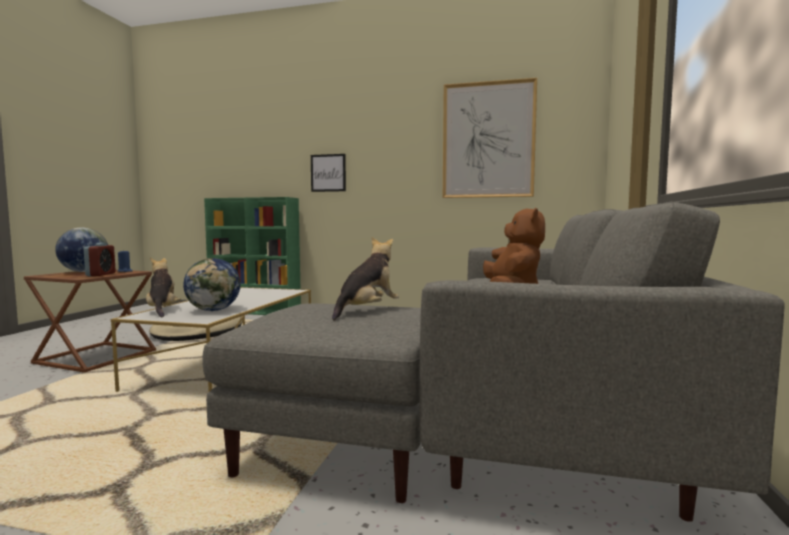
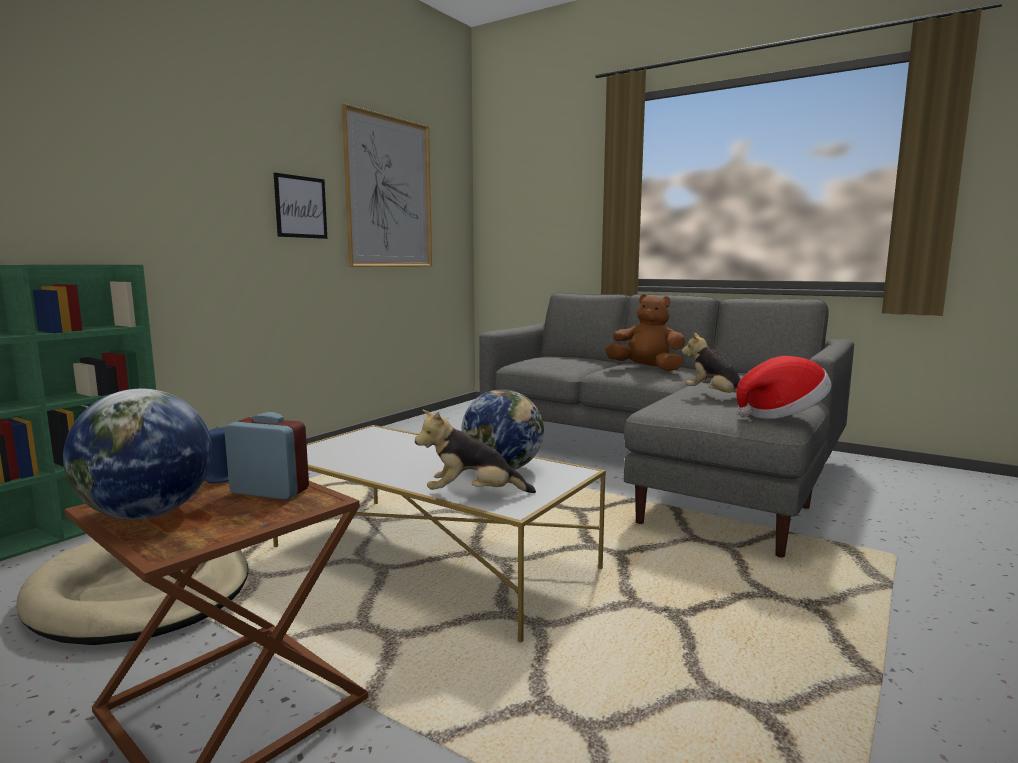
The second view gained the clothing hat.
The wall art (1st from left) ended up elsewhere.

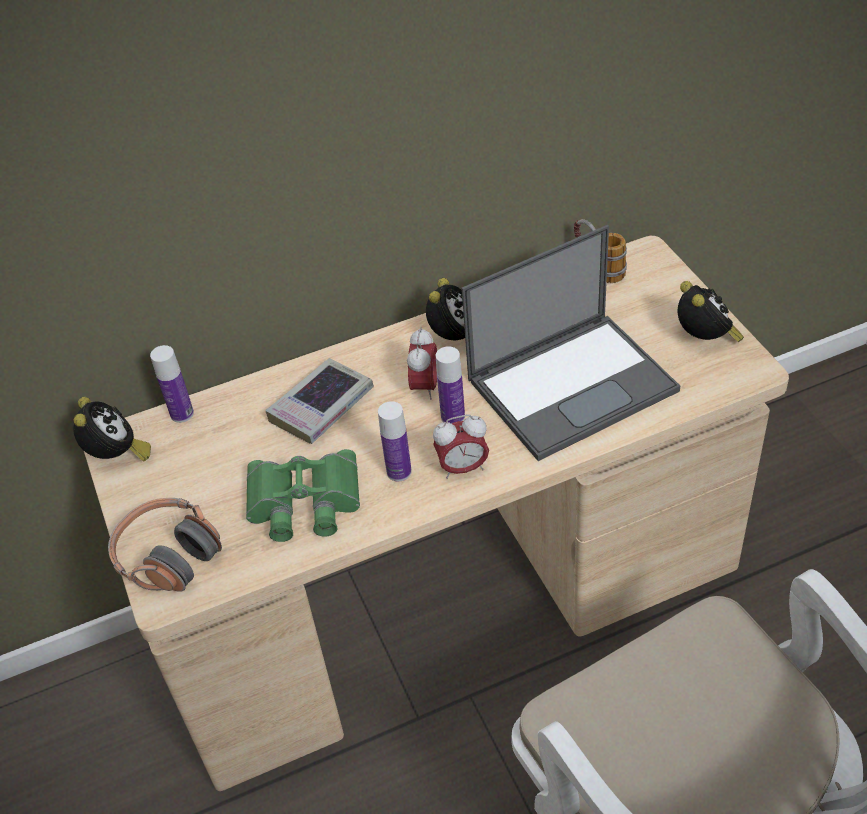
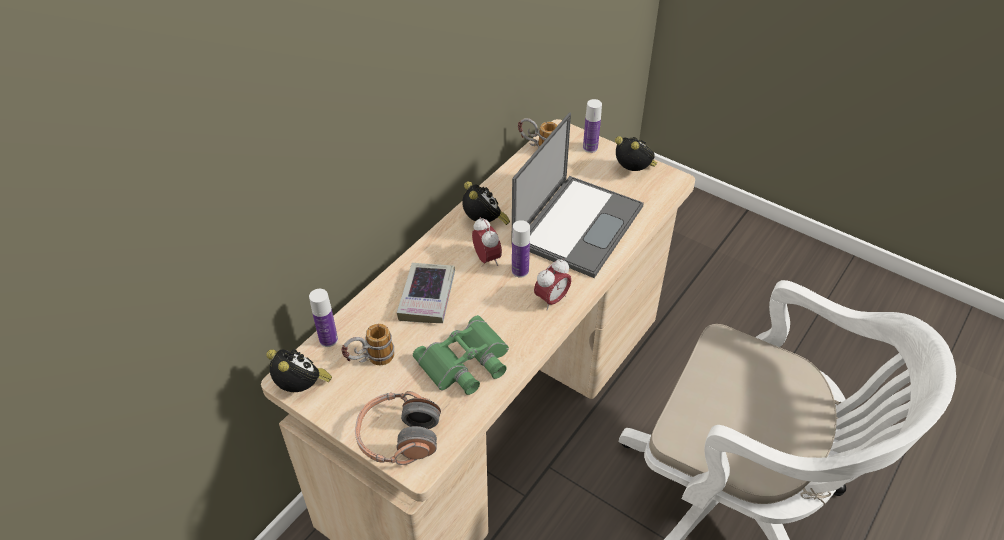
The second view gained the coffee mug (1st from left).
The drink bottle (2nd from left in the first image) ended up elsewhere.

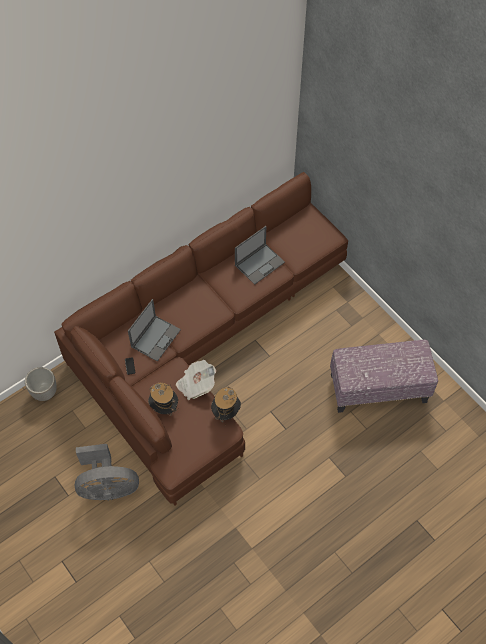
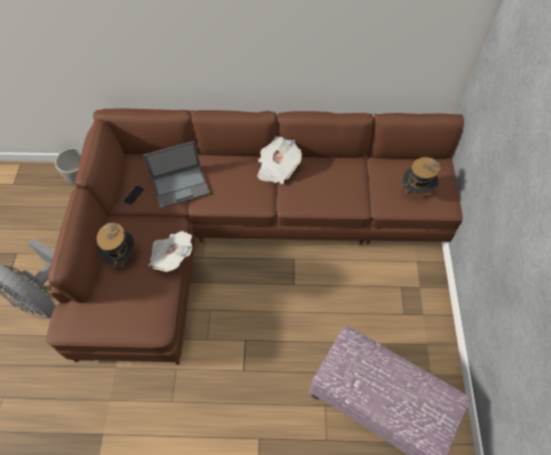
The second view lost the notebook computer (2nd from left).
The second view gained the newspaper (2nd from left).
The clothing hat (2nd from left) ended up elsewhere.

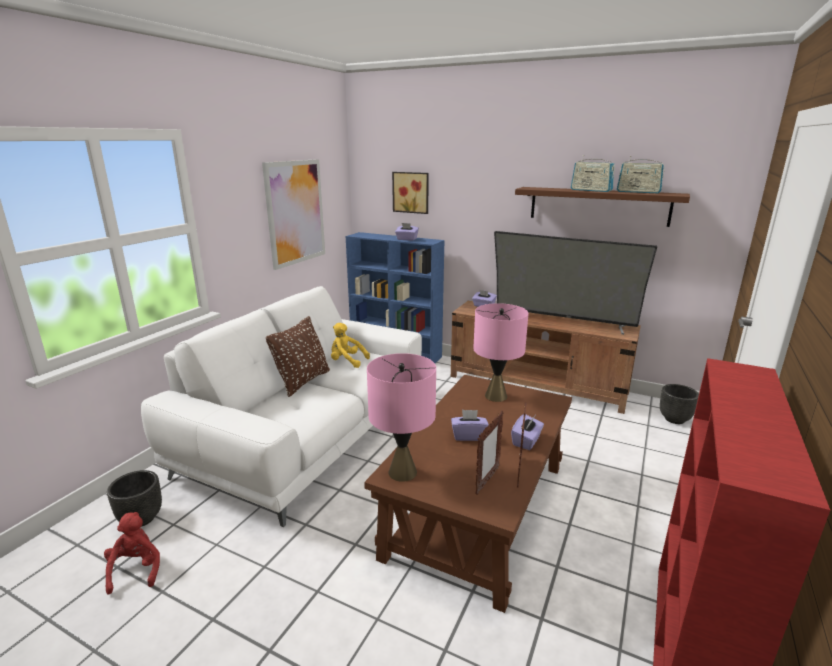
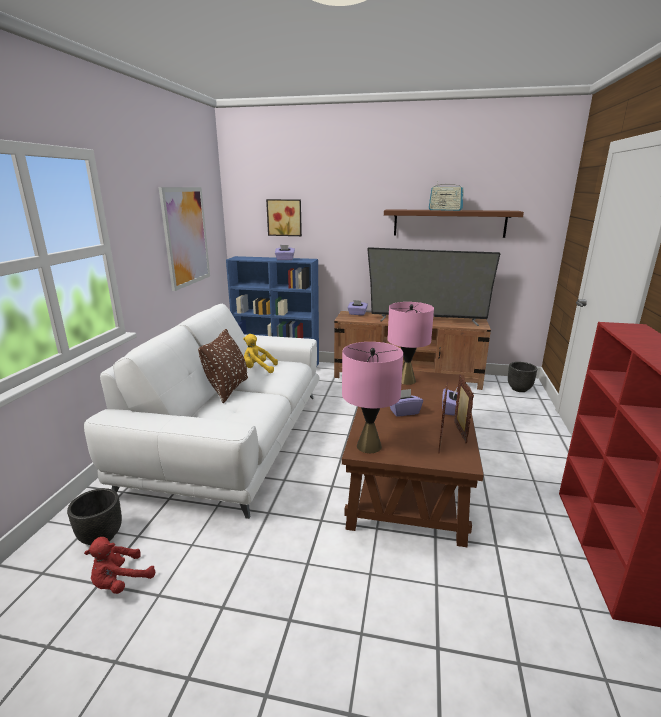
The second view lost the radio (2nd from left).
The cuddly toy in red-coloured ended up facing another way, 105 degrees counterclockwise from before.

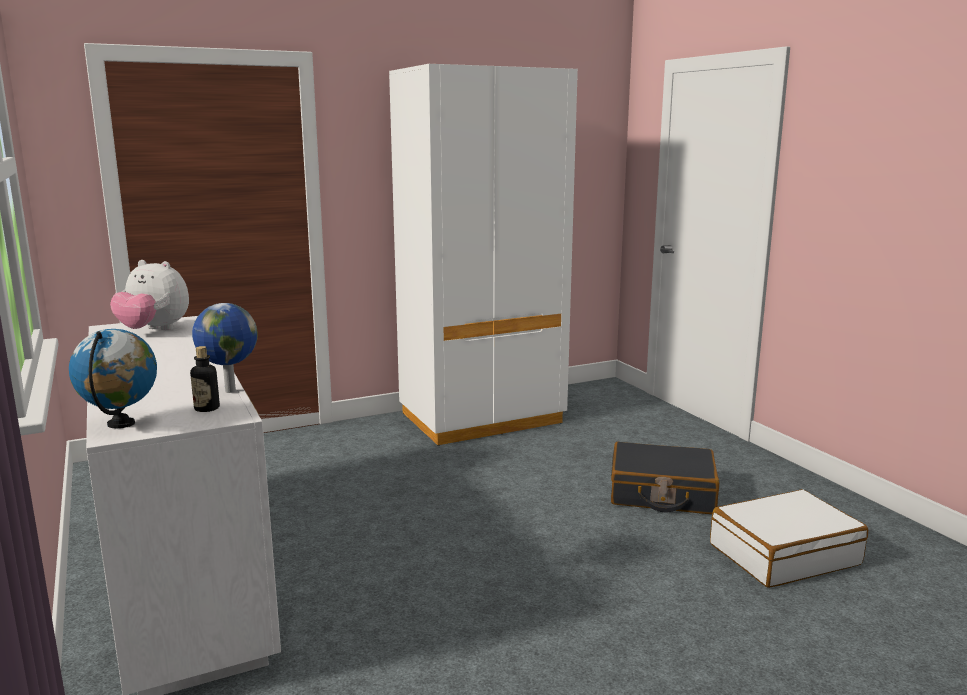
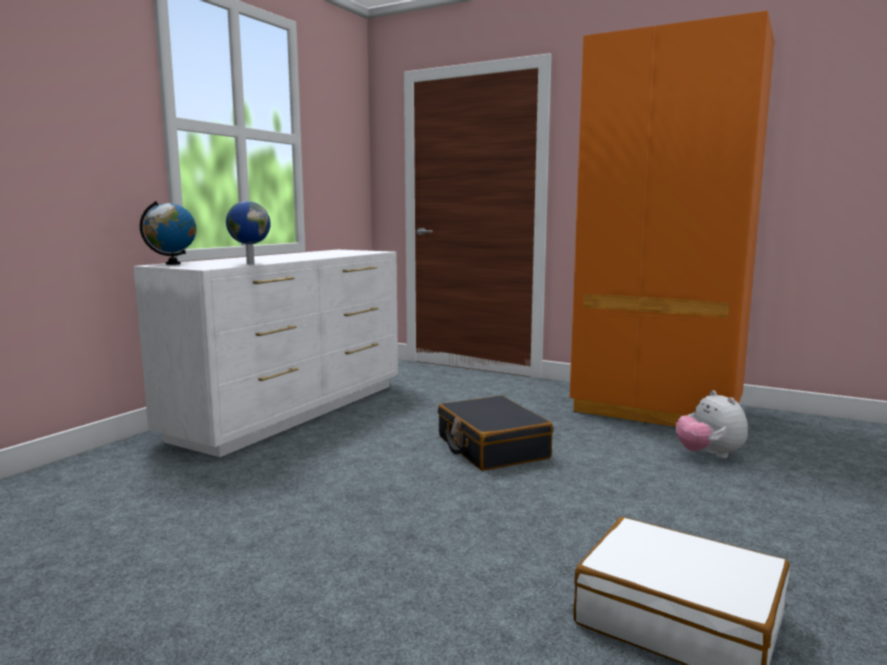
The second view lost the drink bottle.
The cuddly toy ended up elsewhere.
The piece of luggage in black ended up elsewhere.
What was the armoire in white-coloured turned into the armoire in orangey.

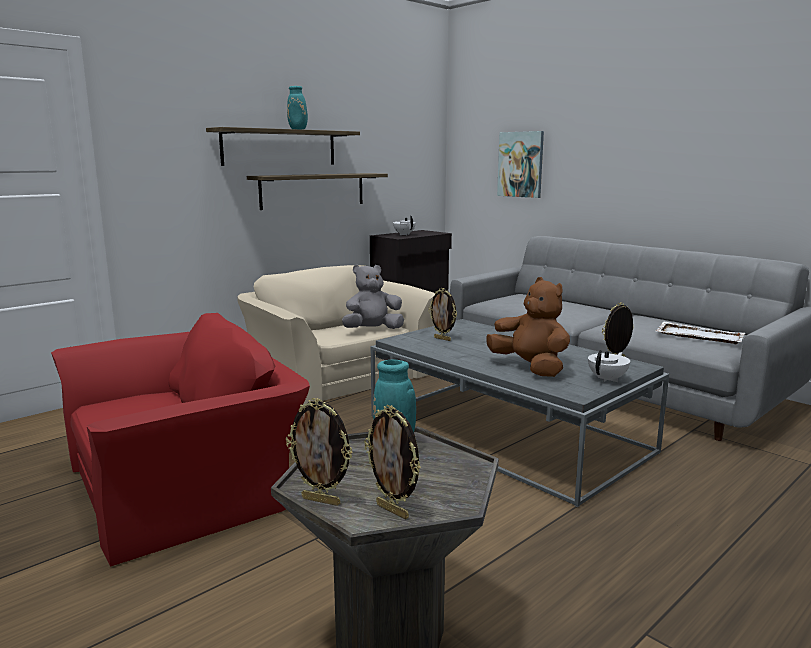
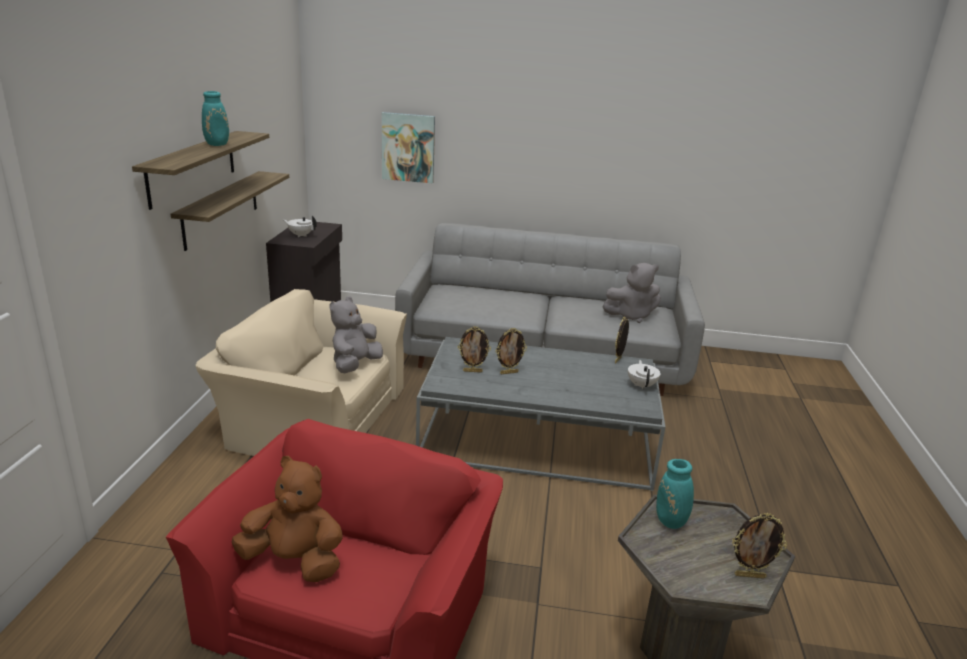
The photo frame (1st from left in the first image) ended up elsewhere.
The cuddly toy in brownish ended up elsewhere.
Where the carrying tray in white-coloured stood, the cuddly toy in gray (2nd from left) came to stand.

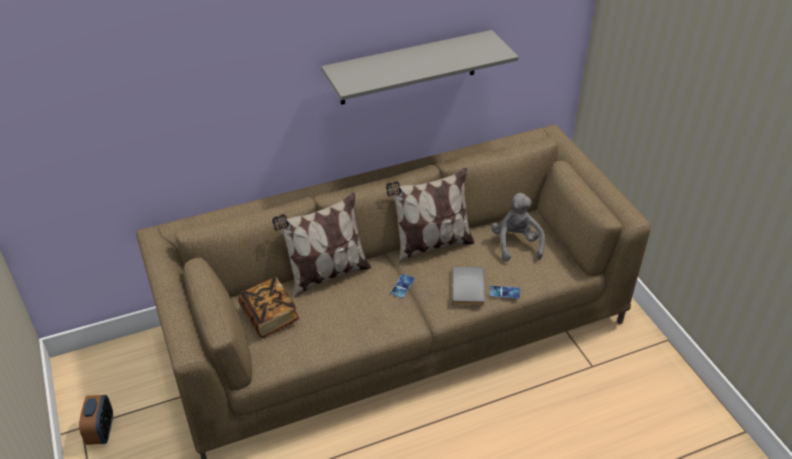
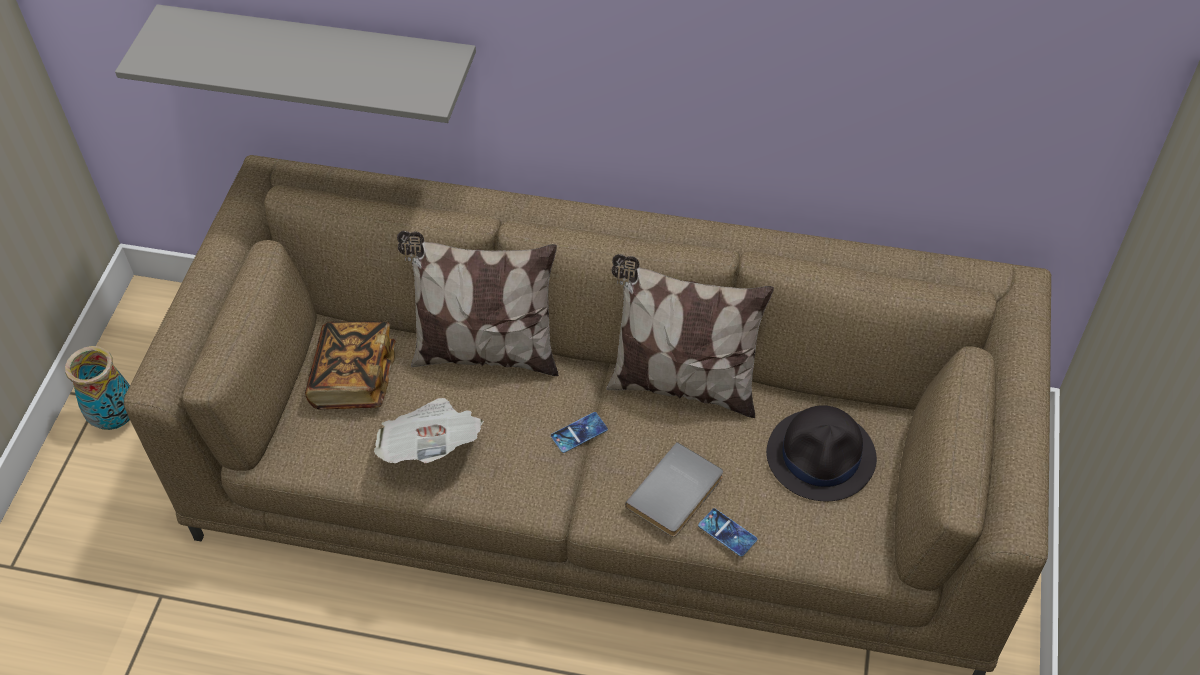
The second view gained the newspaper.
The bracket shelf in gray ended up elsewhere.
Where the bedside clock stood, the decorative vase came to stand.
Where the cuddly toy in gray stood, the clothing hat in black came to stand.

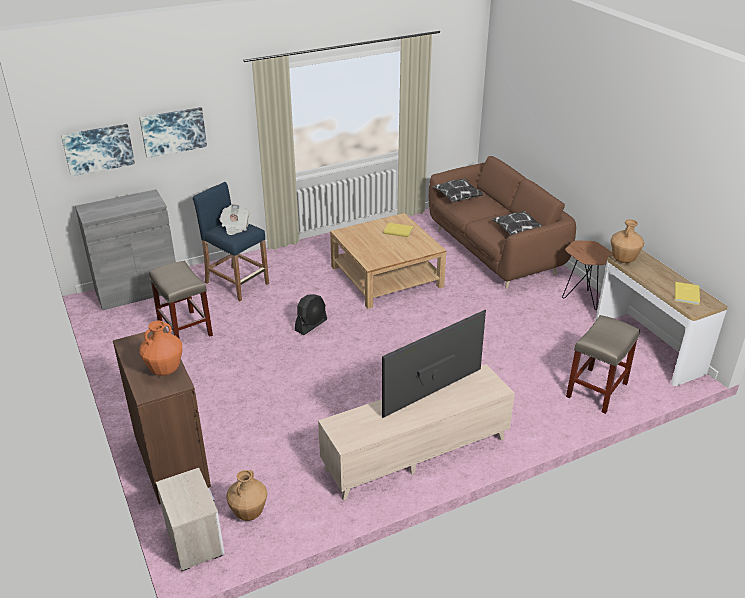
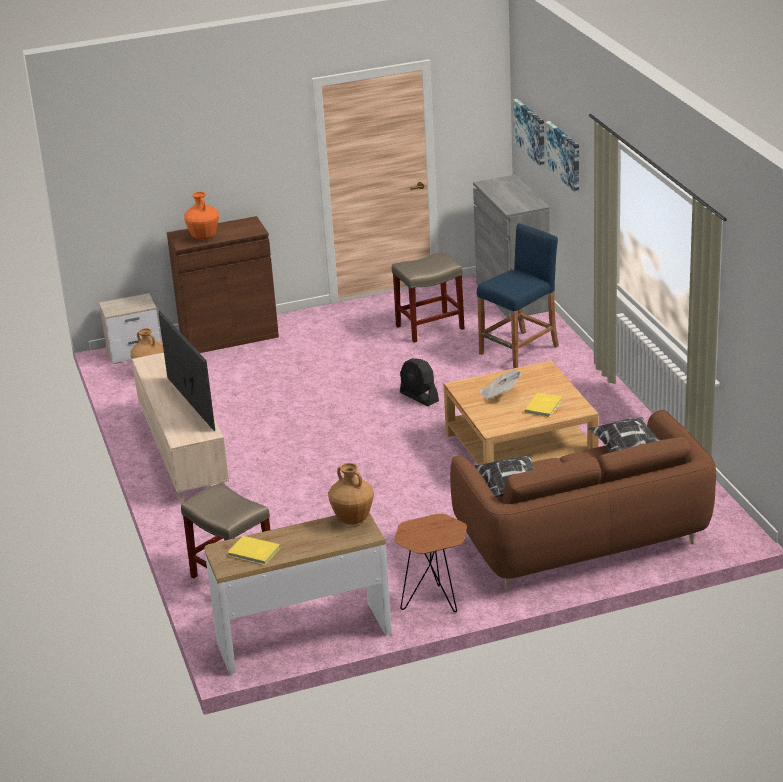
The newspaper ended up elsewhere.

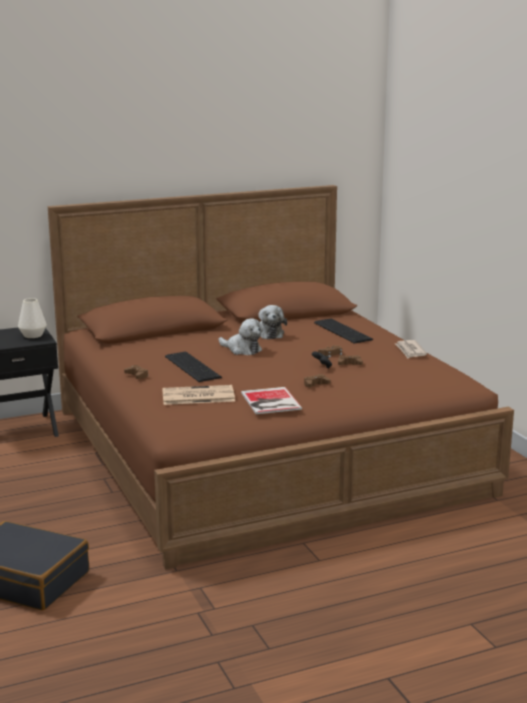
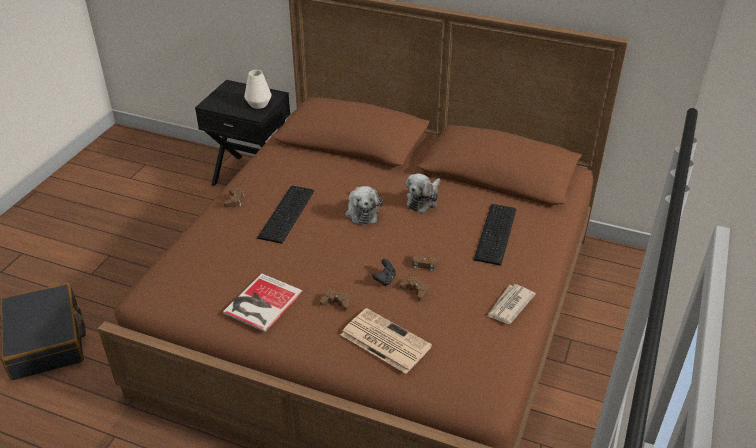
The newspaper (1st from left) ended up elsewhere.

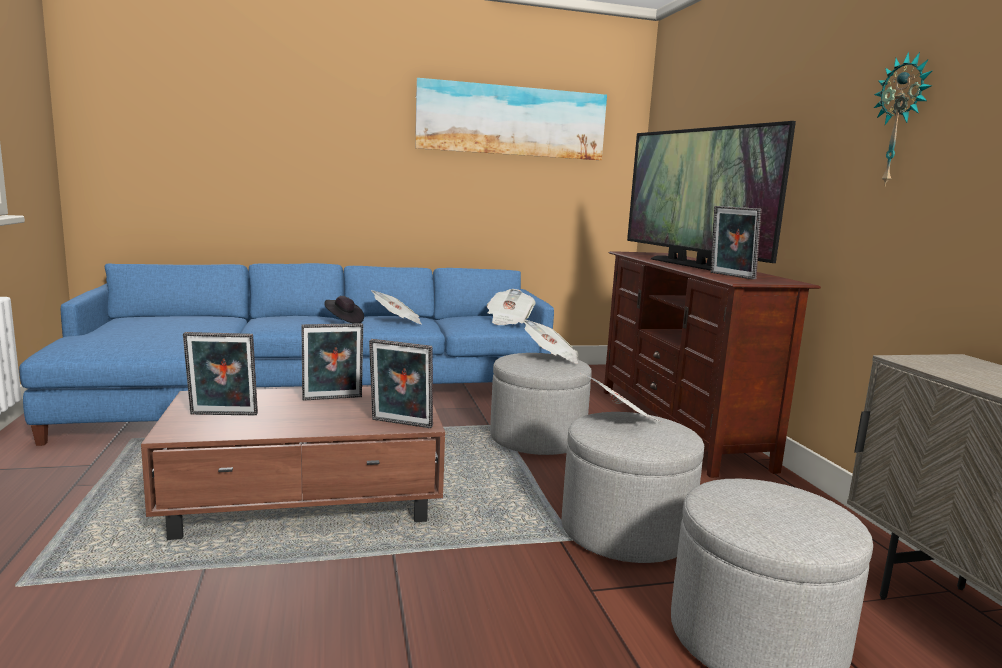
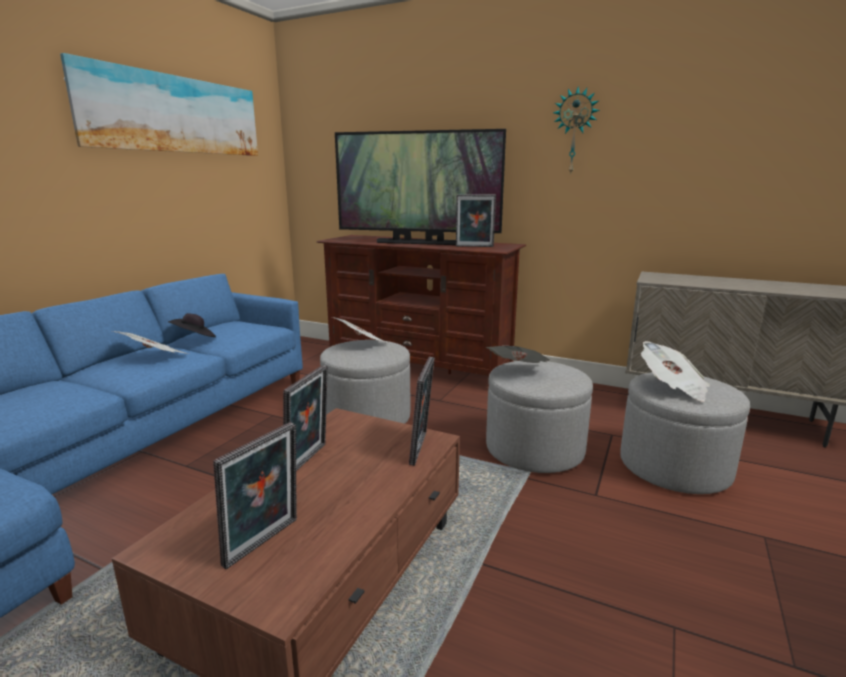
The clothing hat in black ended up elsewhere.
The newspaper (2nd from left in the first image) ended up elsewhere.
The photo frame (3rd from left) ended up facing another way, 45 degrees counterclockwise from before.

